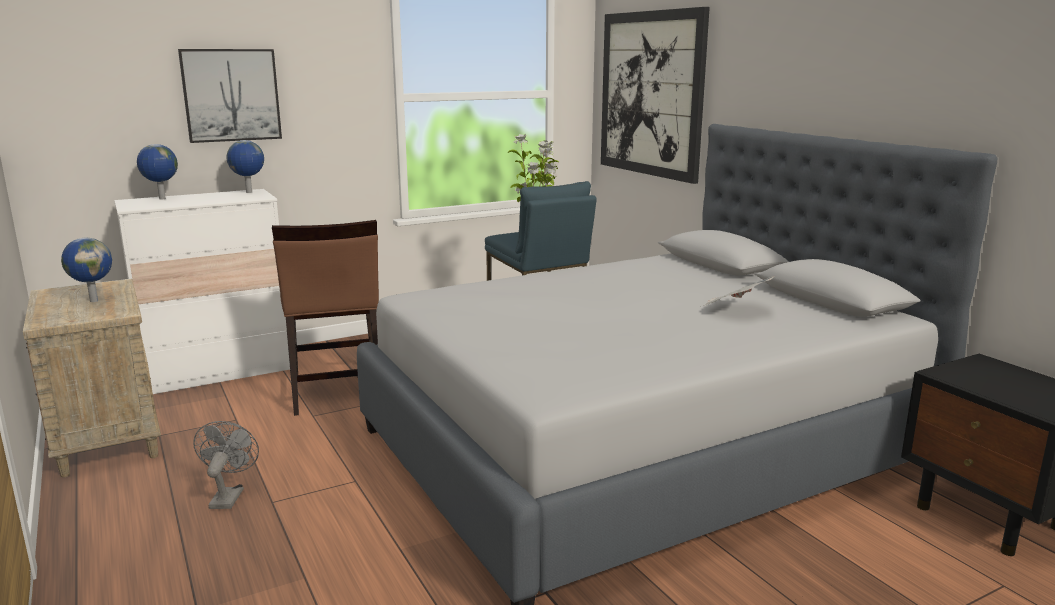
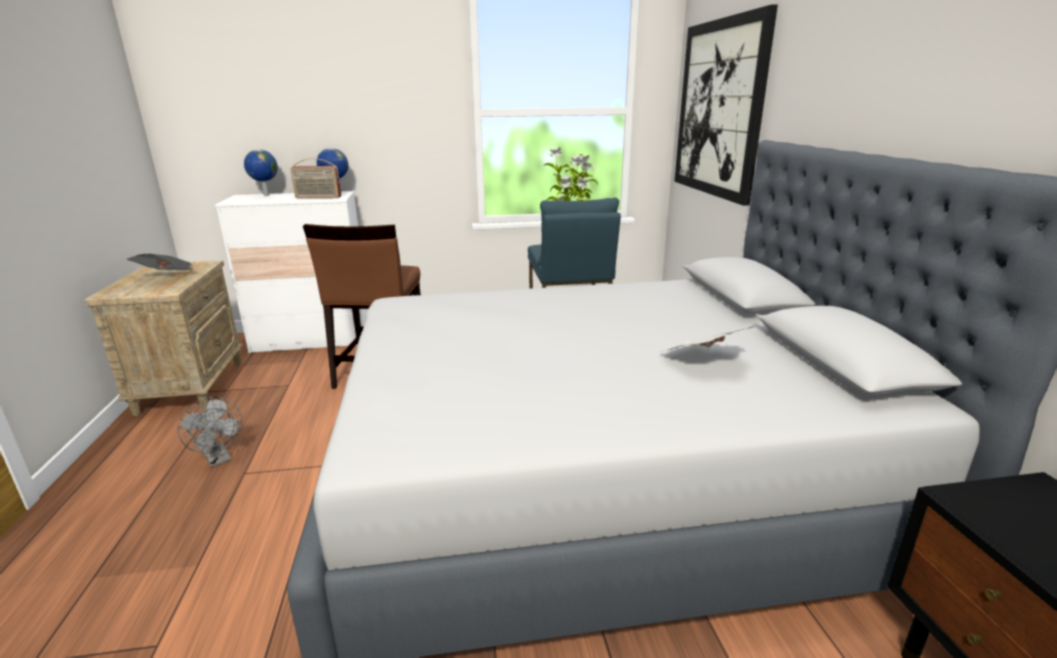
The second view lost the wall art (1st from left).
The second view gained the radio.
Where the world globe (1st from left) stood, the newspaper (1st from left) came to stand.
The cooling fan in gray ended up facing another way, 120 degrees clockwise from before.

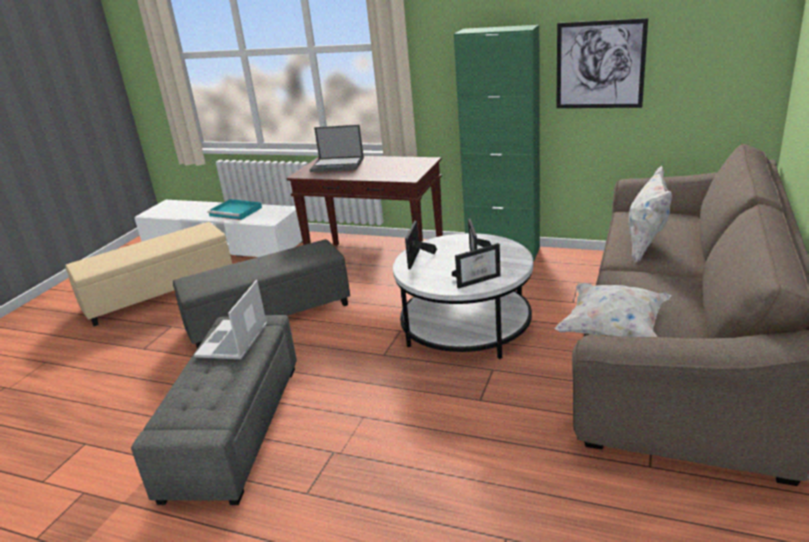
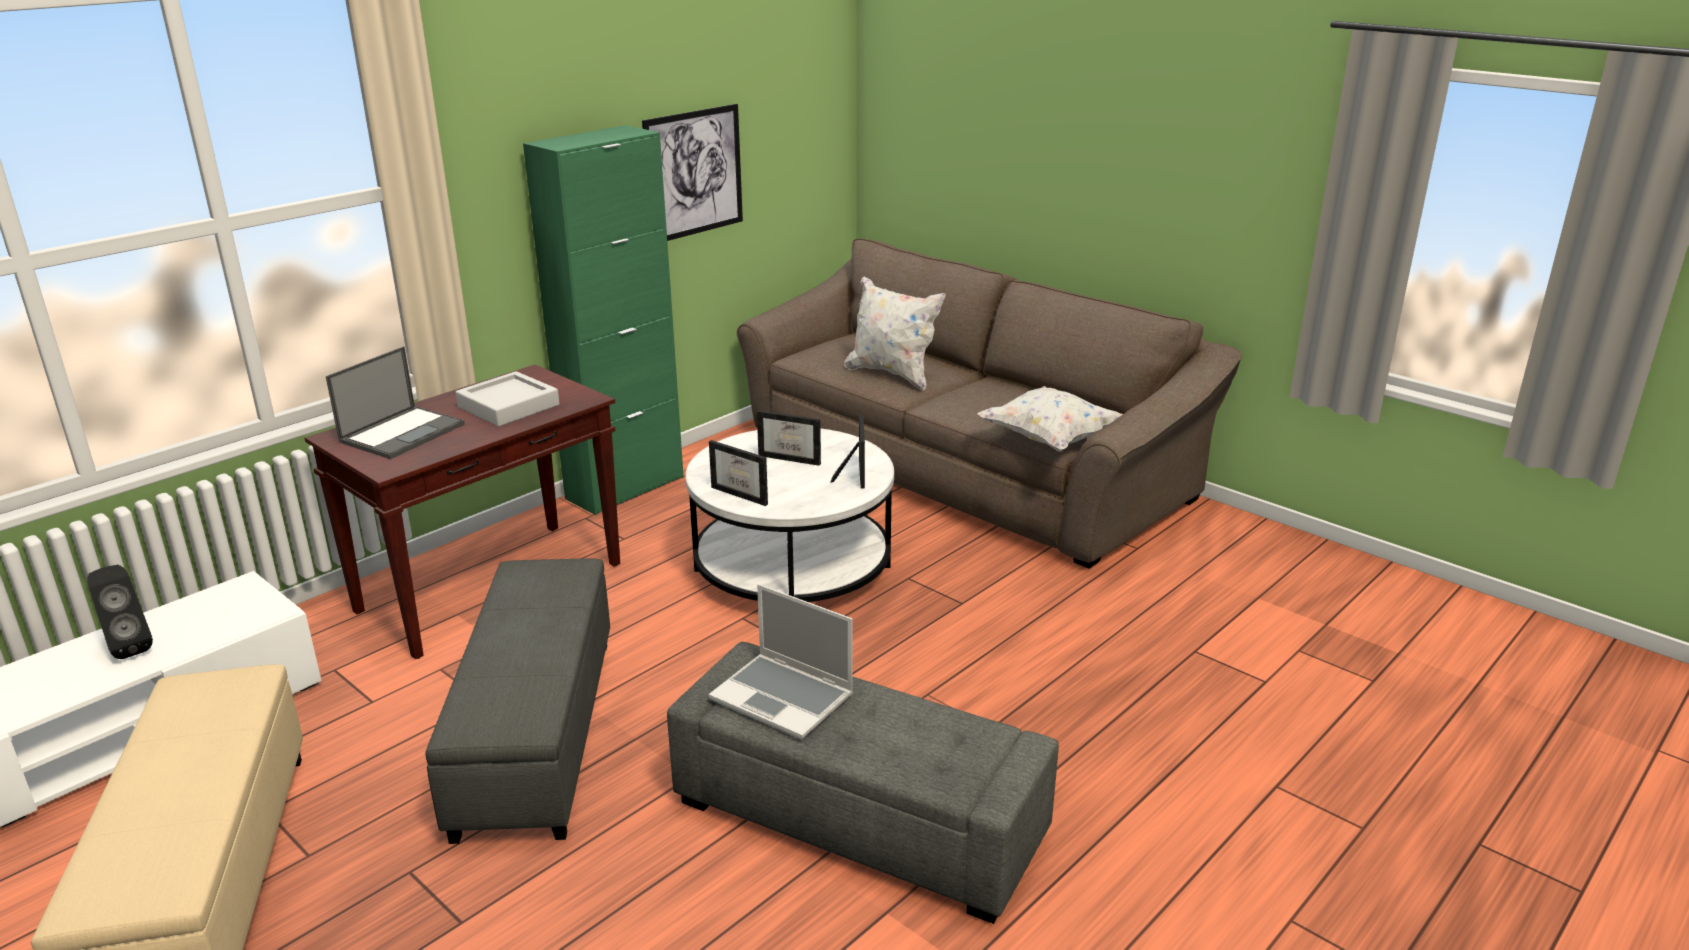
The second view gained the carrying tray in gray.
Where the carrying tray in blue-green stood, the loudspeaker in black came to stand.

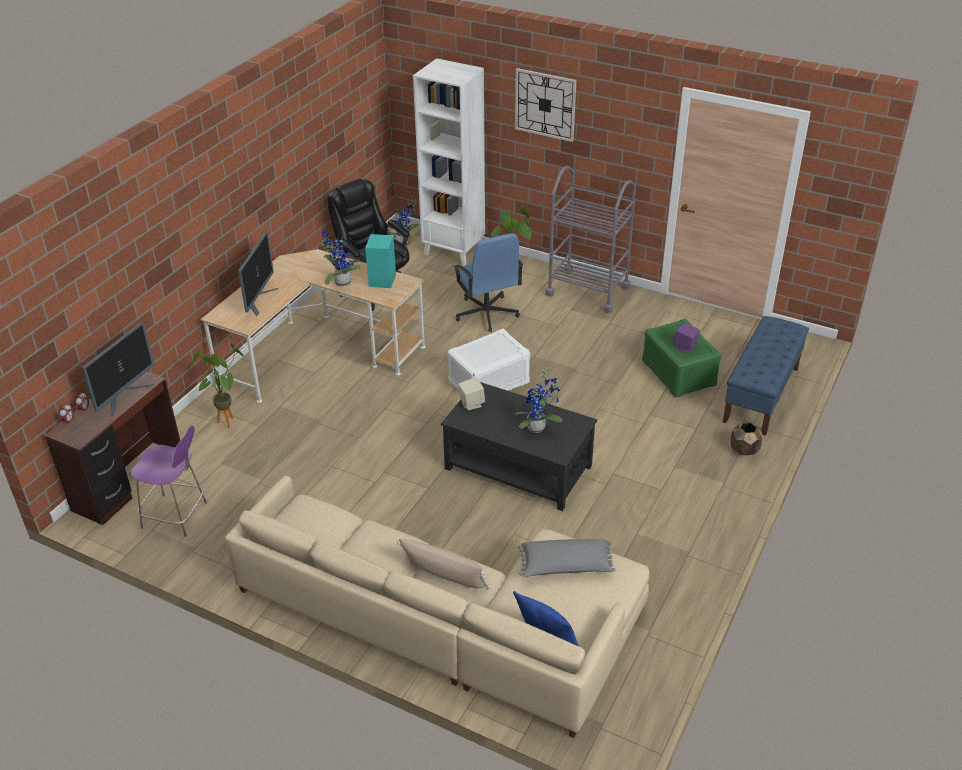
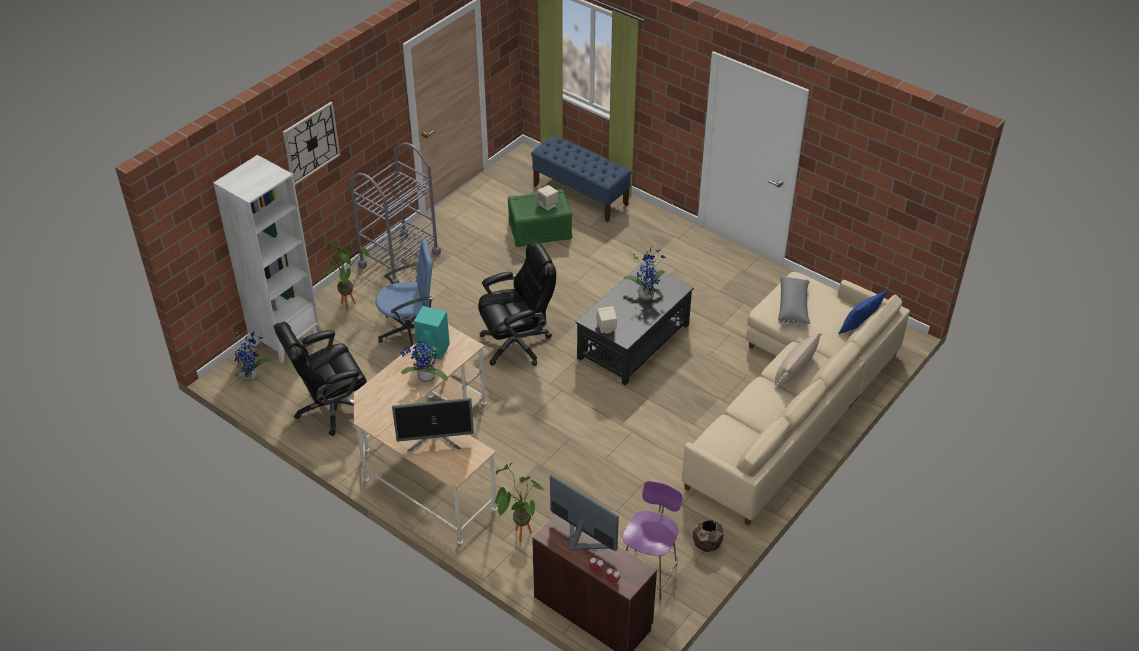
The planter in brownish ended up elsewhere.
Where the storage container in white-coloured stood, the desk chair in black (2nd from left) came to stand.
What was the loudspeaker in purple turned into the loudspeaker in beige (1st from left).
The computer screen (2nd from left in the first image) ended up facing another way, 150 degrees clockwise from before.

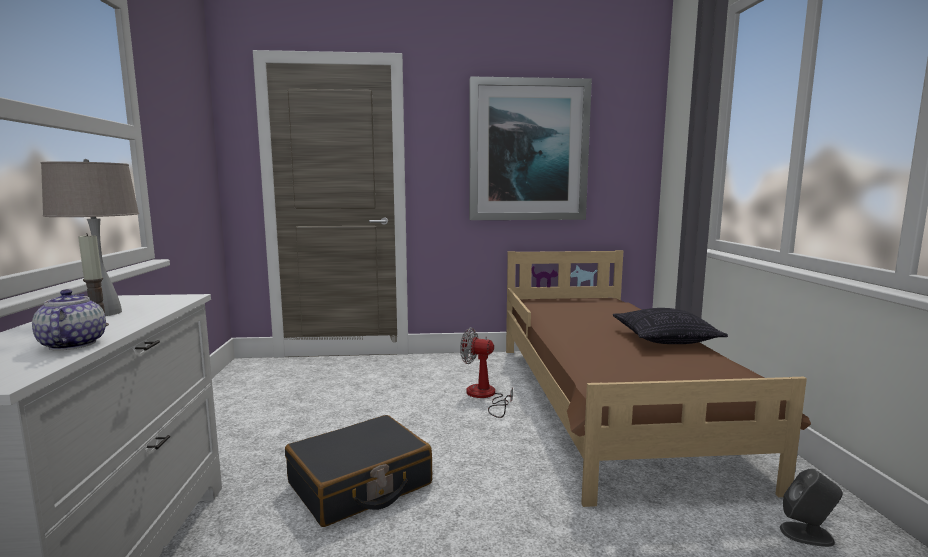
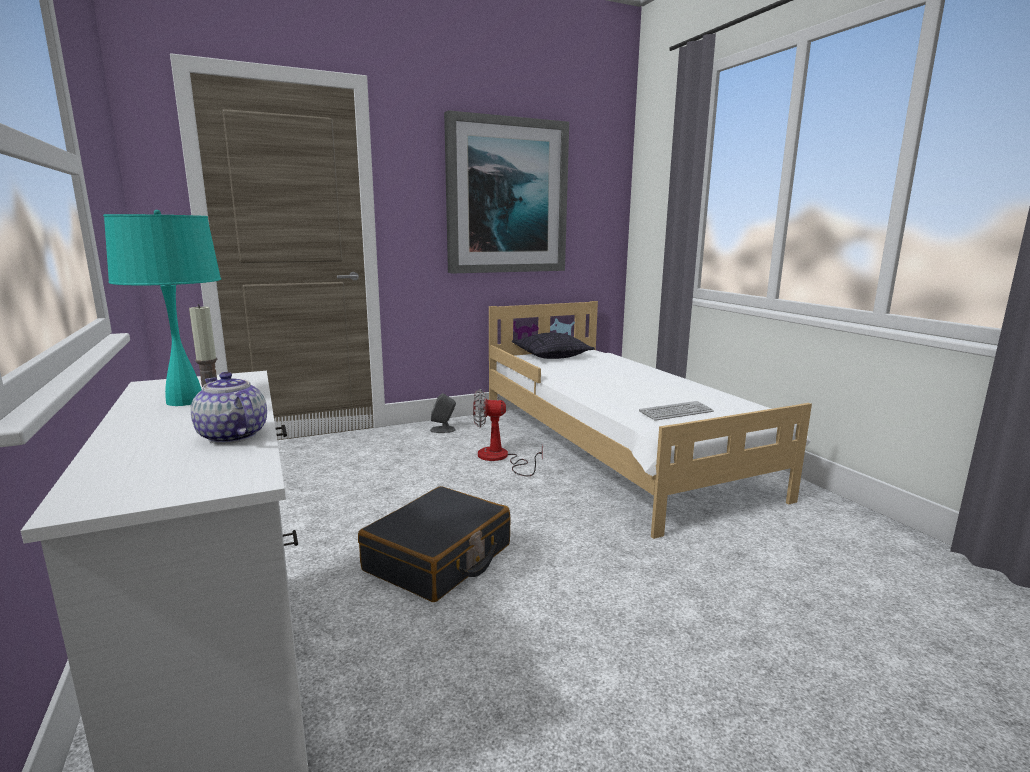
The second view gained the keyboard.
The cushion ended up elsewhere.
The loudspeaker in gray ended up elsewhere.
What was the table lamp in beige turned into the table lamp in blue-green.
What was the sleeping bed in brownish turned into the sleeping bed in white-coloured.

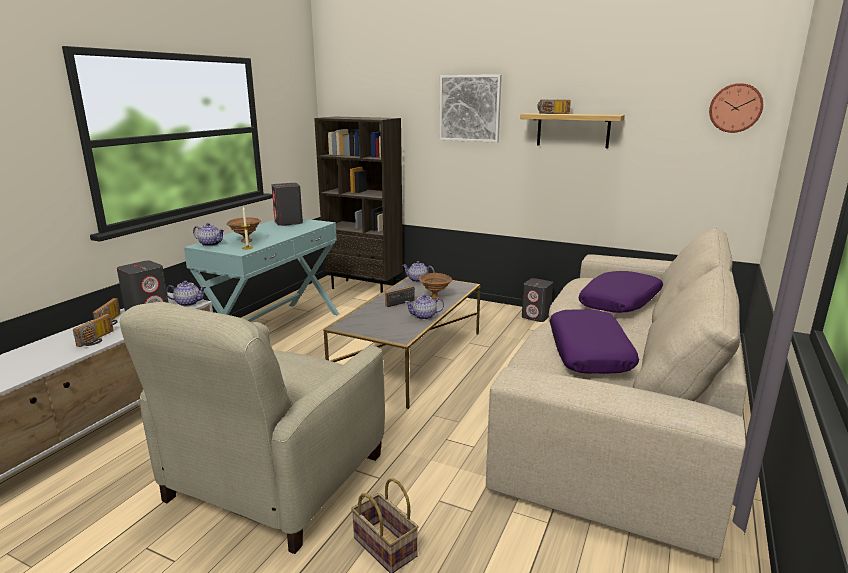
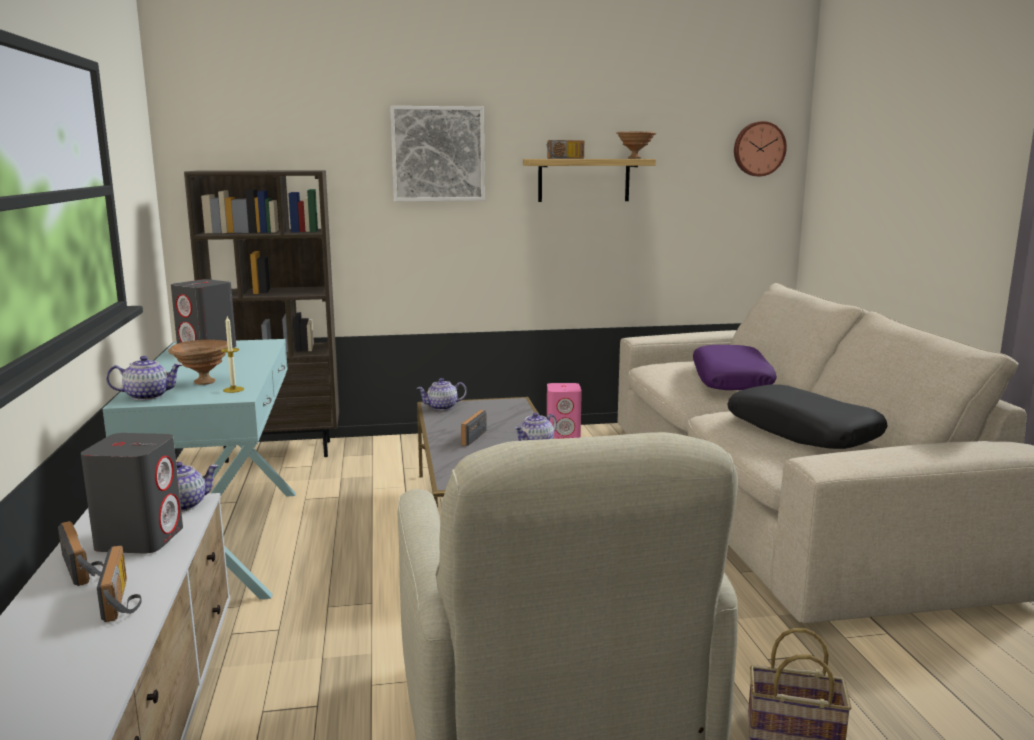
The serving bowl in brownish (2nd from left) ended up elsewhere.
What was the loudspeaker in gray (3rd from left) turned into the loudspeaker in pink.
What was the cushion in purple (1st from left) turned into the cushion in black.

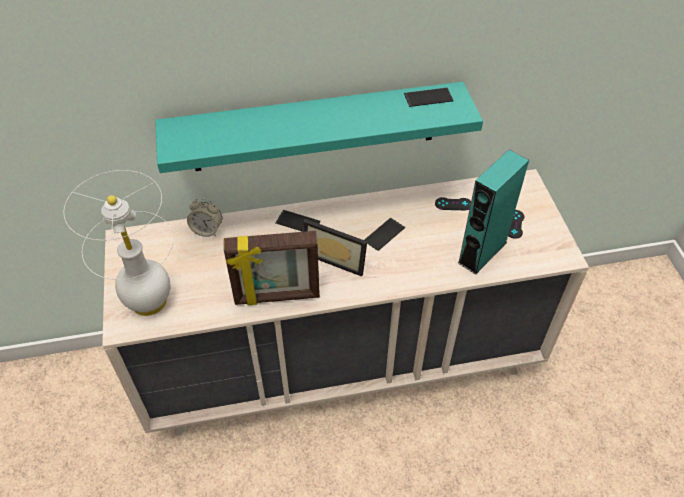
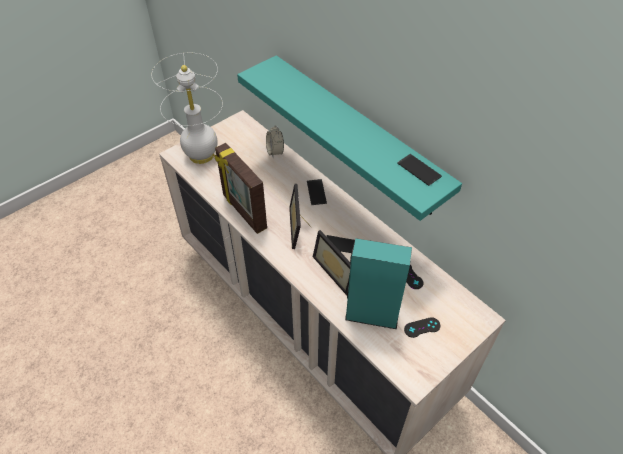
The second view gained the photo frame (3rd from left).

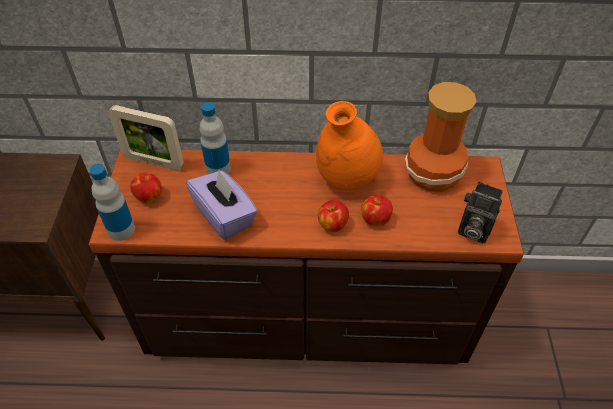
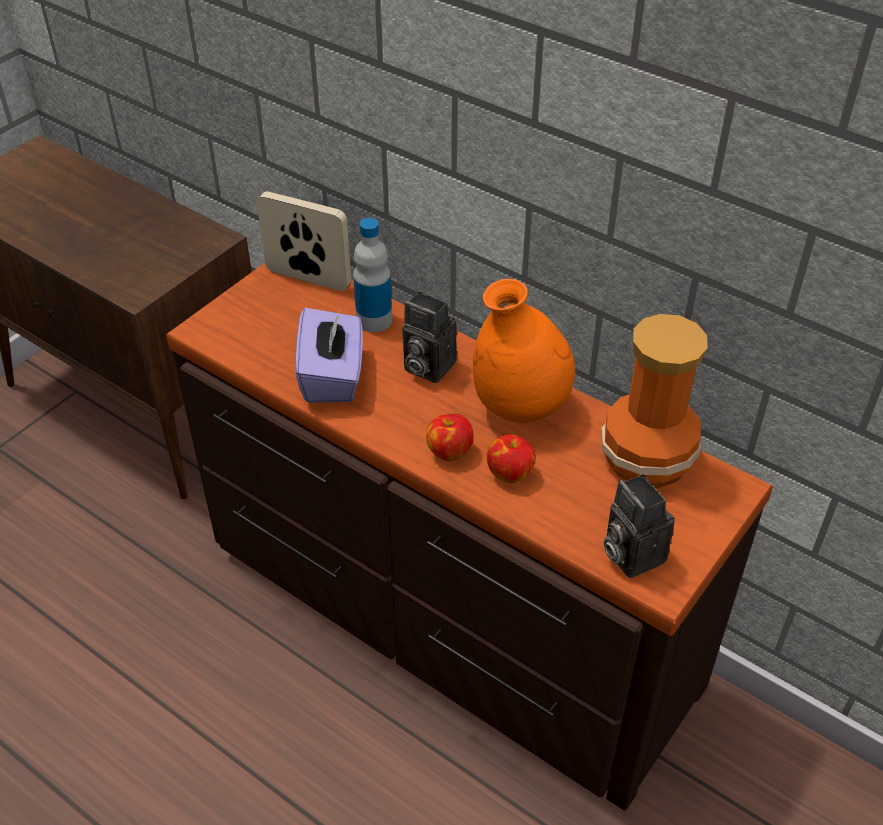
The second view lost the drink bottle (1st from left).
The second view lost the whole apple (1st from left).
The second view gained the photo camera (1st from left).
The photo frame ended up facing another way, 150 degrees clockwise from before.

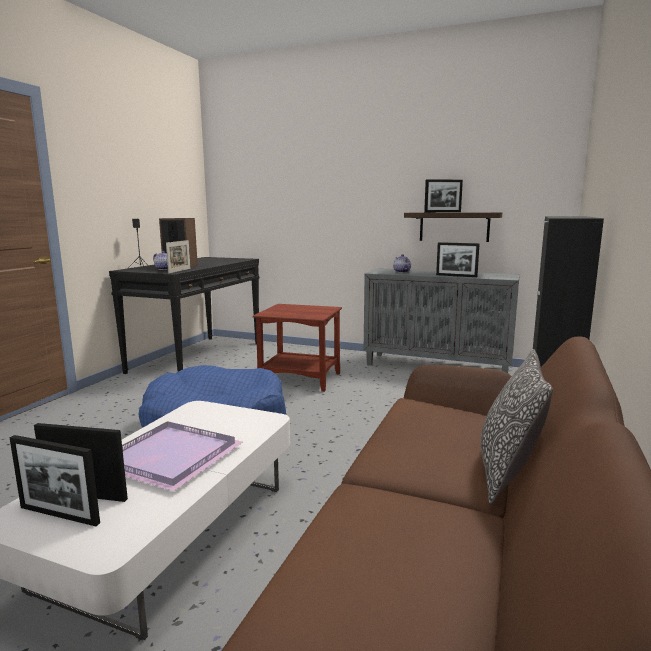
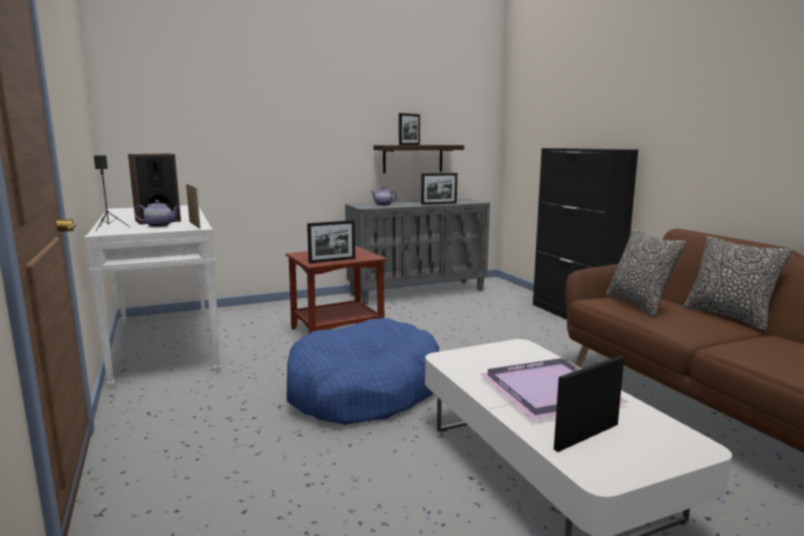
The second view gained the cushion (1st from left).
The photo frame (1st from left in the first image) ended up elsewhere.
What was the hall table in black turned into the hall table in white-coloured.

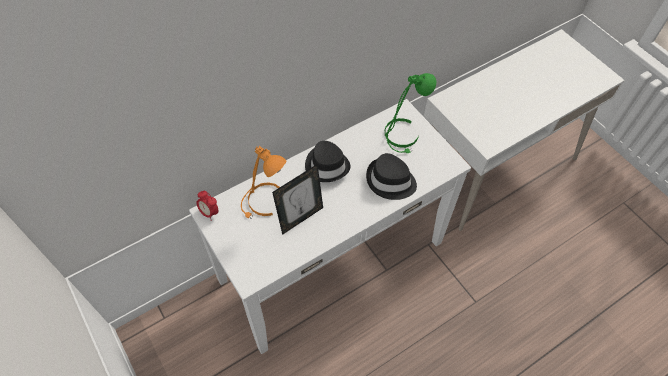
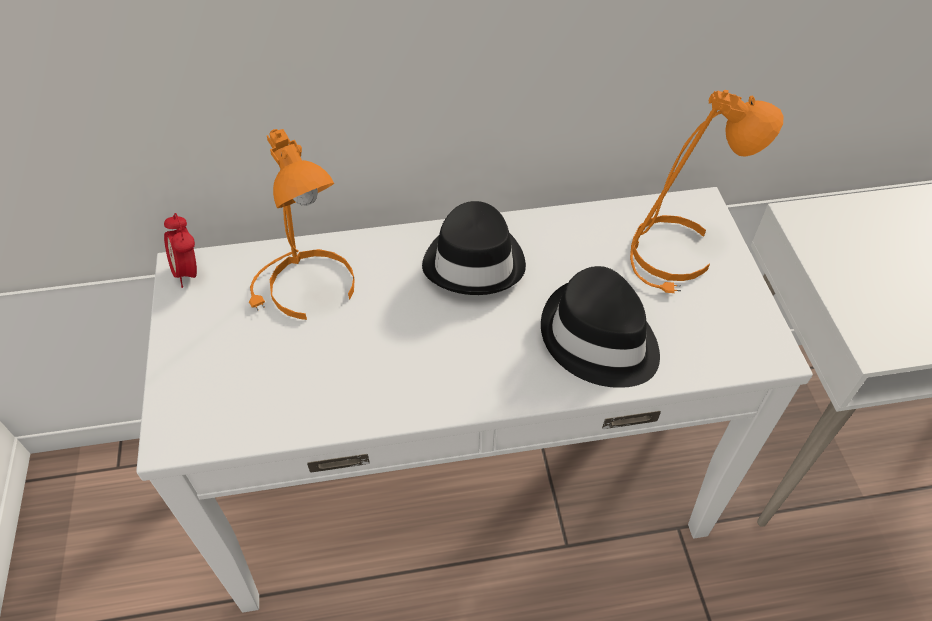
The second view lost the photo frame.
What was the table lamp in greenish turned into the table lamp in orangey (2nd from left).

